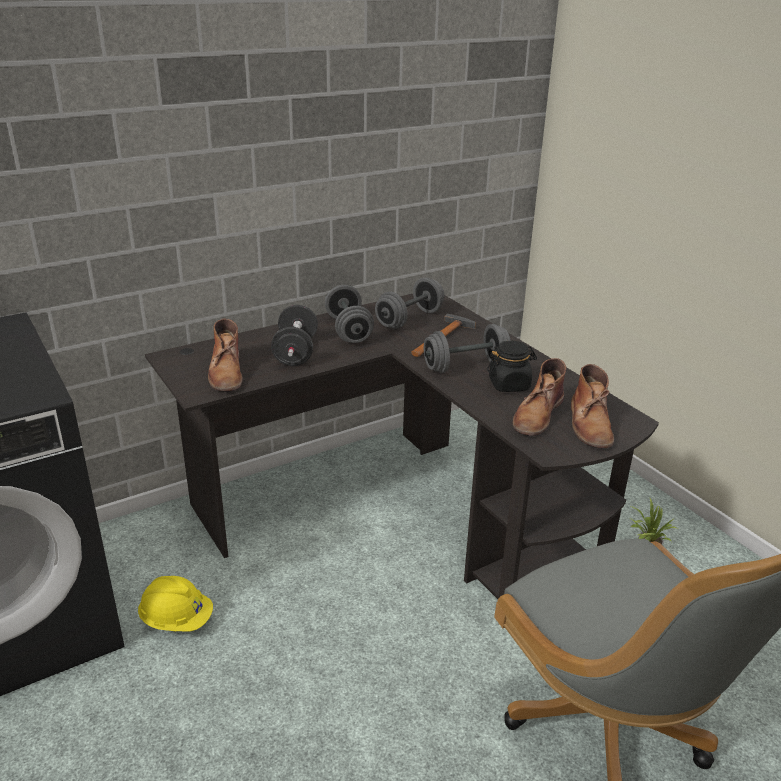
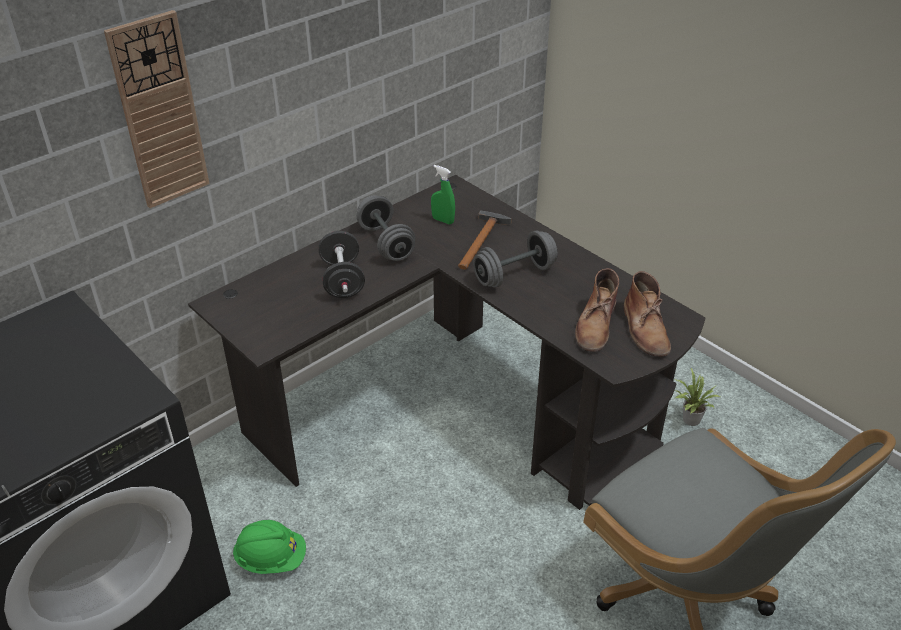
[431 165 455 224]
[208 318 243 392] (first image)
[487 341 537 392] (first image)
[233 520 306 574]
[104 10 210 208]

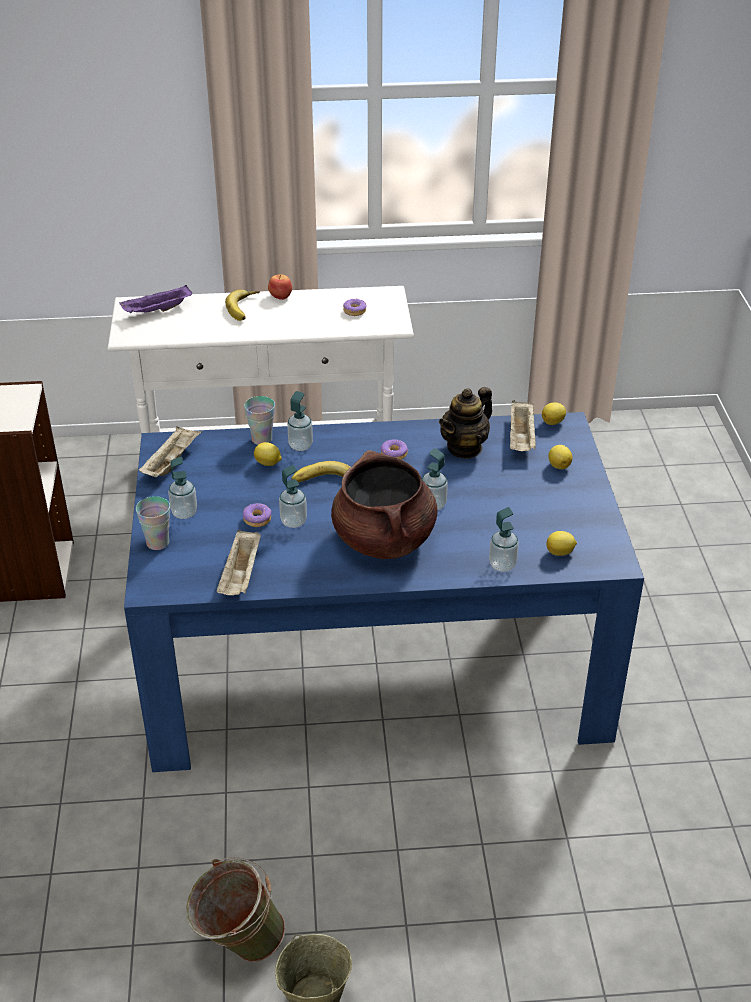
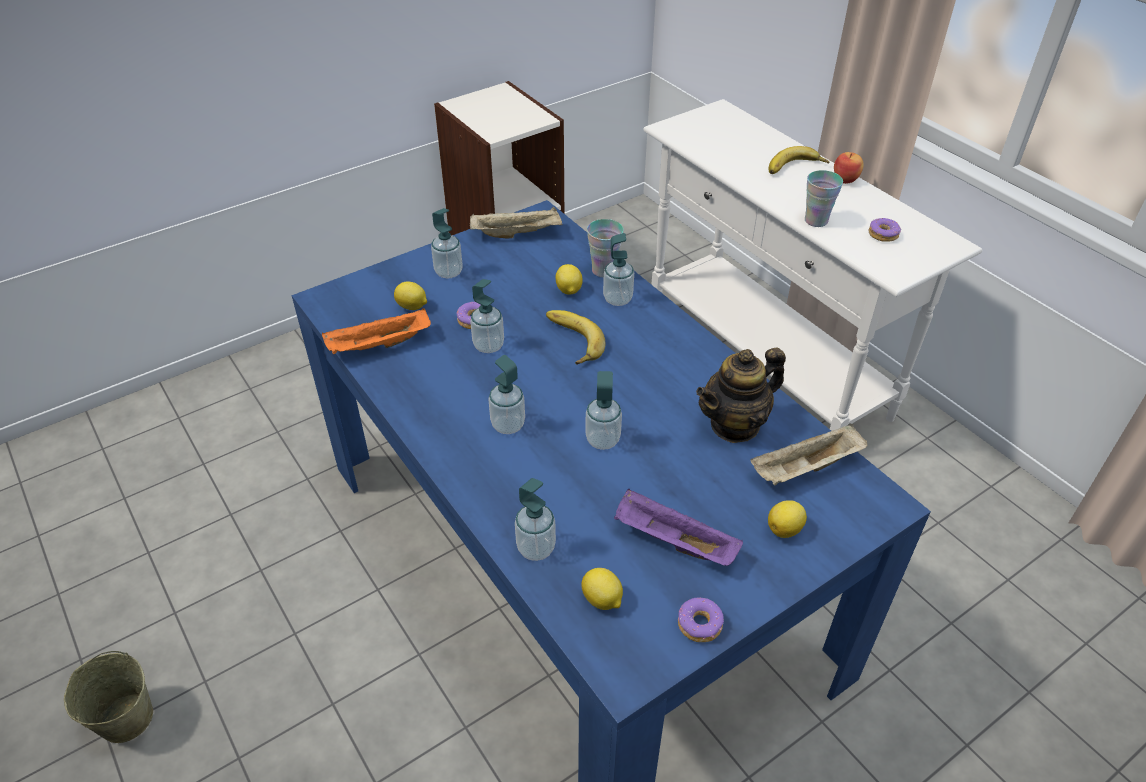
[614 489 743 566]
[696 348 786 443]
[394 282 427 310]
[678 597 724 642]
[488 355 525 434]
[805 170 843 227]
[322 308 431 354]
[186 857 285 962] (first image)

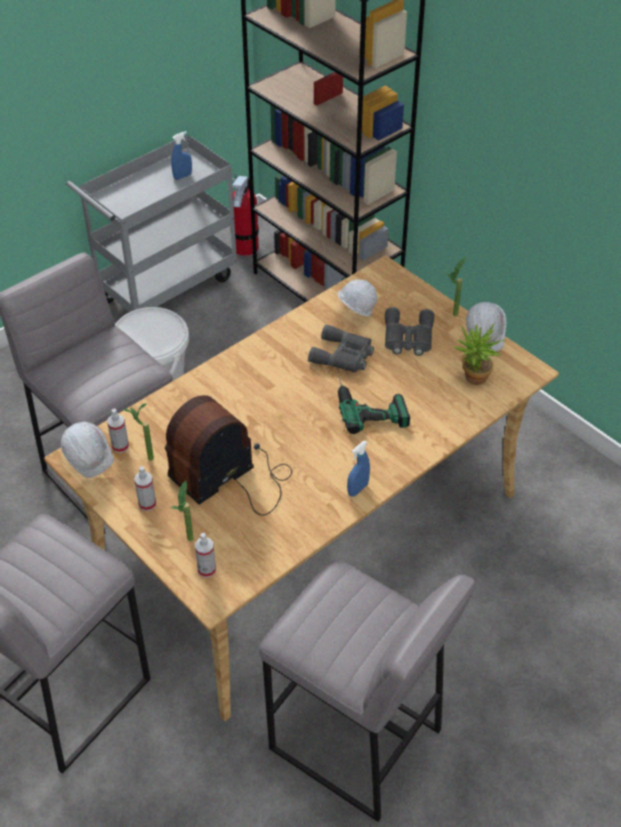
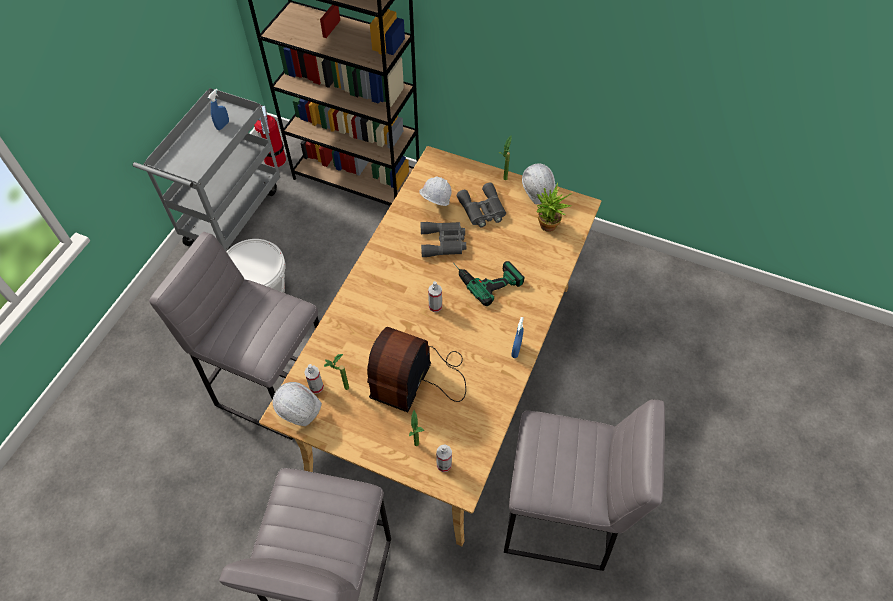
[428 281 442 312]

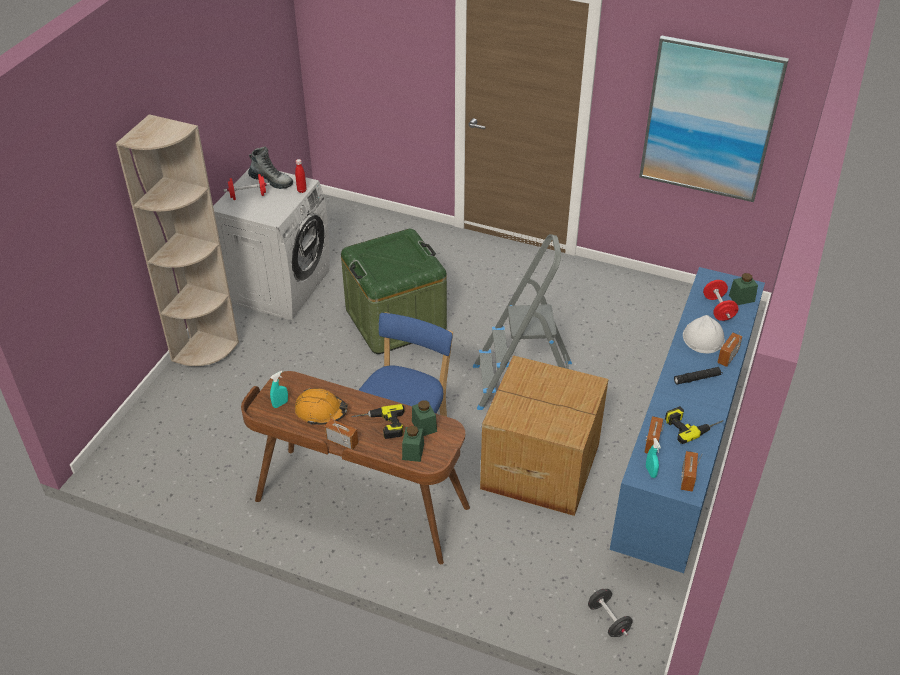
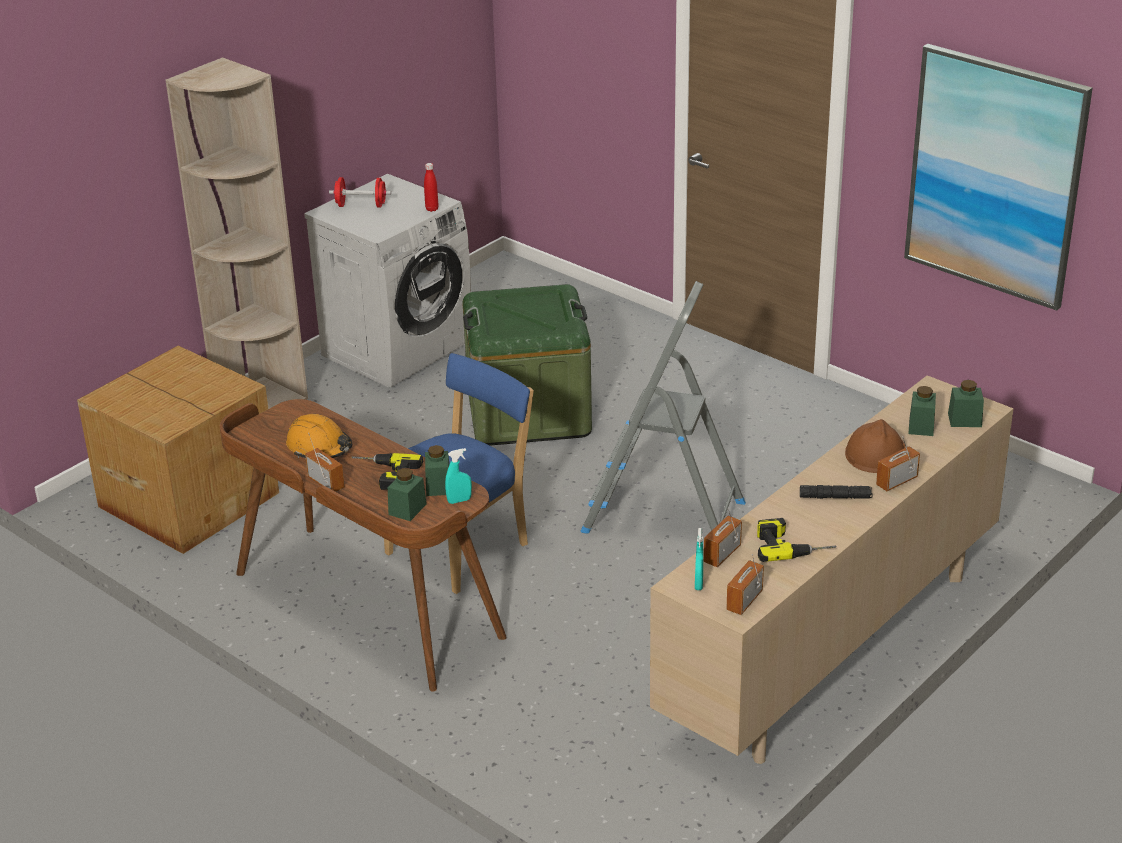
[248 147 293 189] (first image)
[650 375 1014 764]
[908 386 936 436]
[845 419 905 473]
[77 346 279 554]
[445 448 472 504]
[588 589 633 637] (first image)

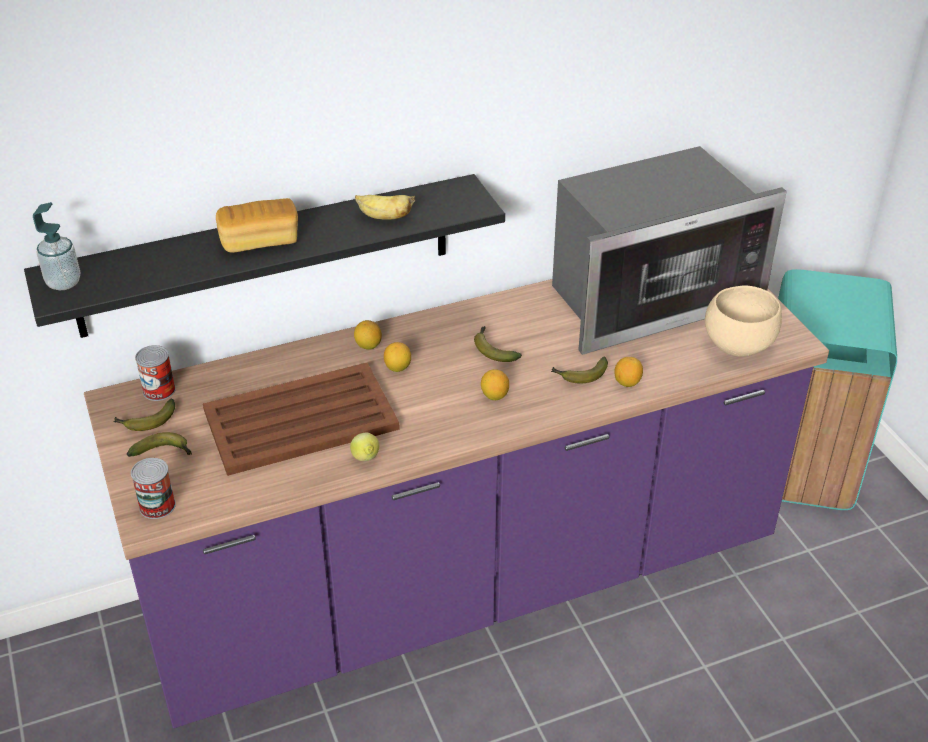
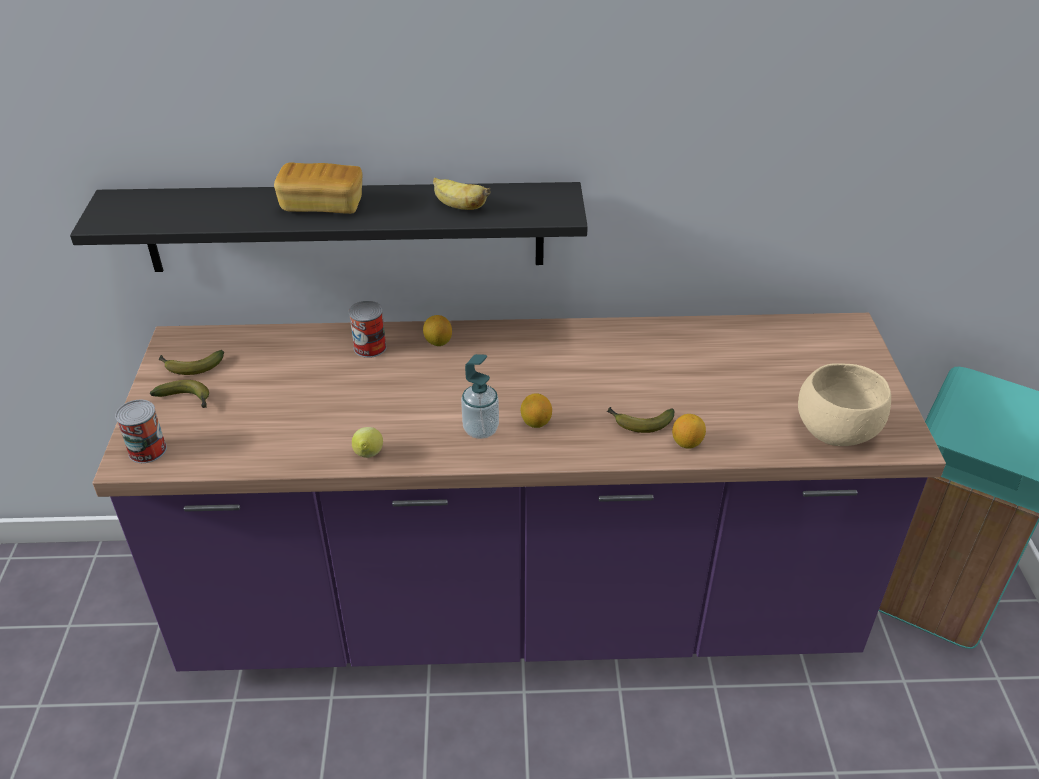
[552 146 787 355] (first image)
[461 354 499 439]
[474 326 522 362] (first image)
[384 342 411 372] (first image)
[349 301 387 358]
[203 363 400 476] (first image)

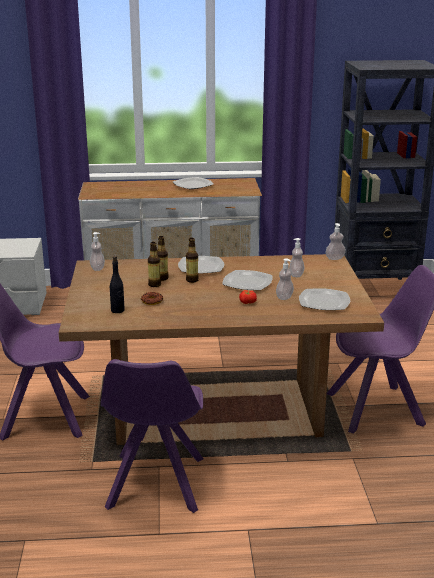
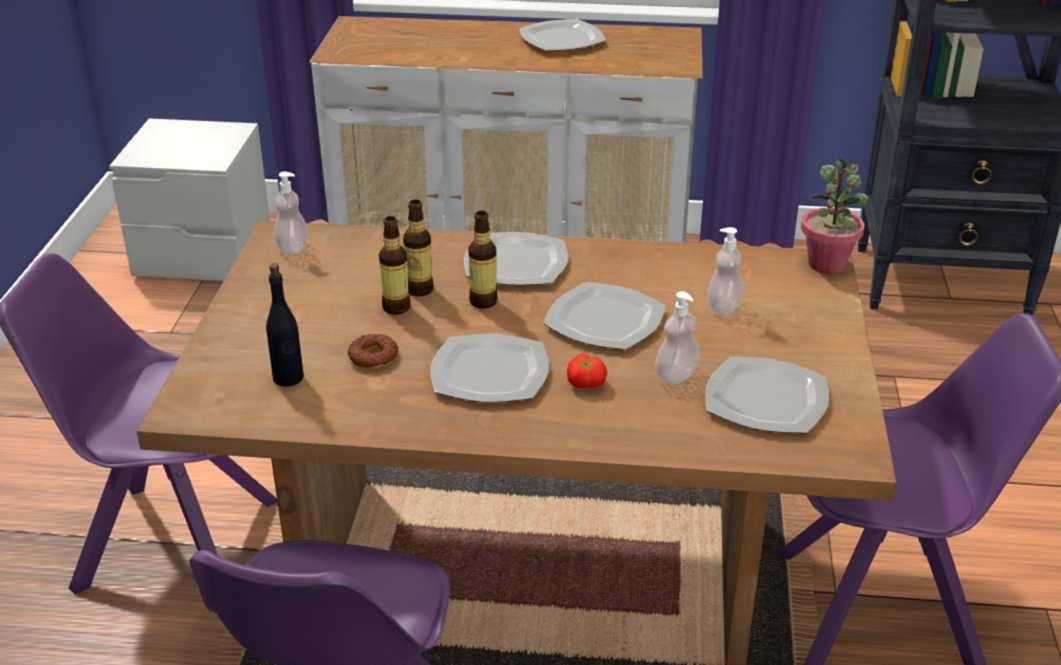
[801 158 868 274]
[430 334 549 402]

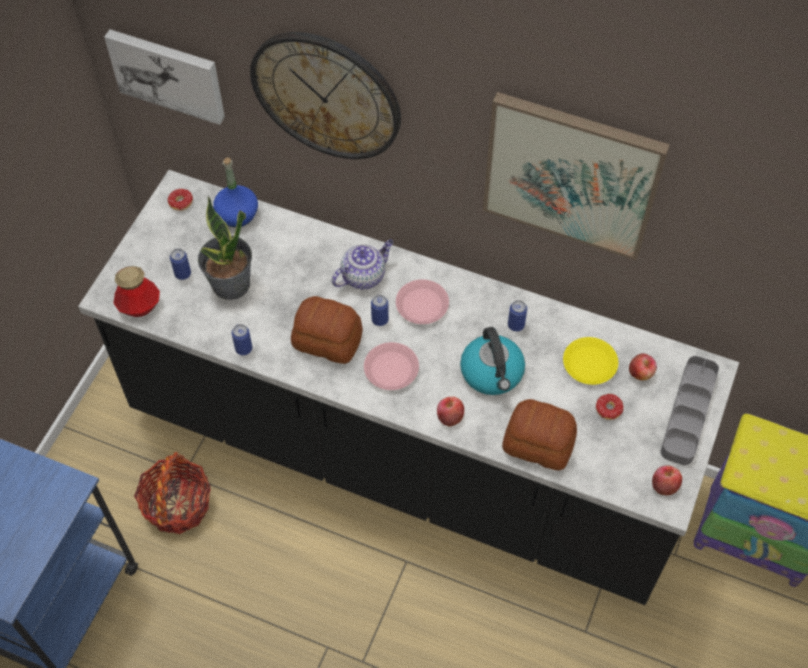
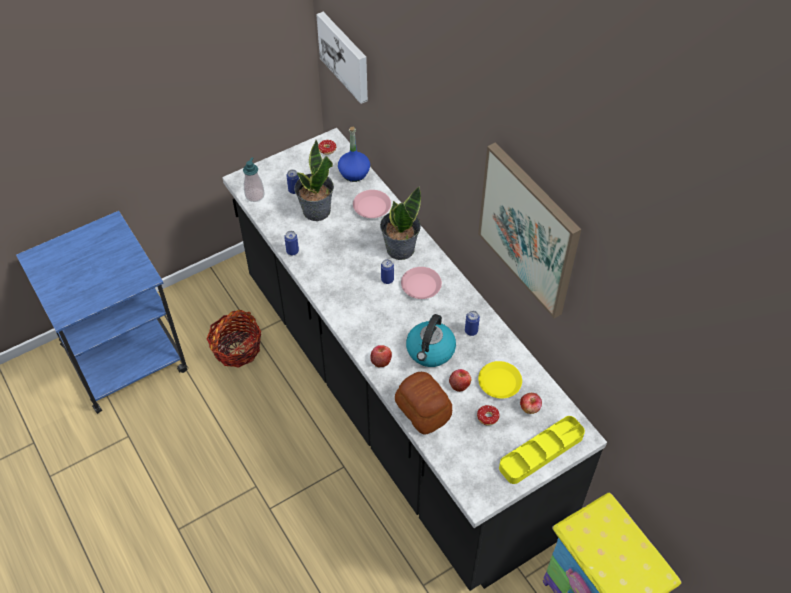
[250 32 401 159] (first image)
[380 186 421 260]
[243 157 265 202]
[291 296 363 364] (first image)
[353 190 391 218]
[499 416 585 484]
[449 369 471 392]

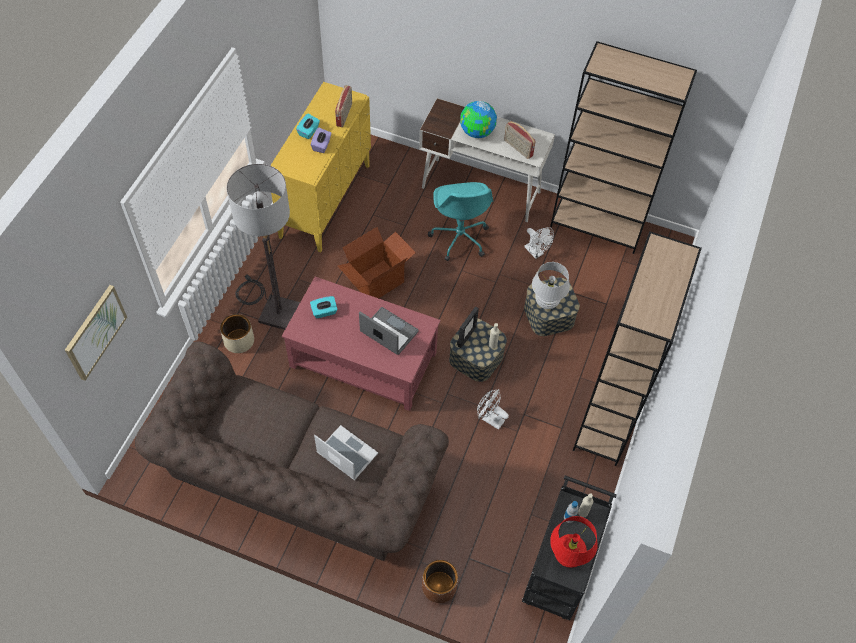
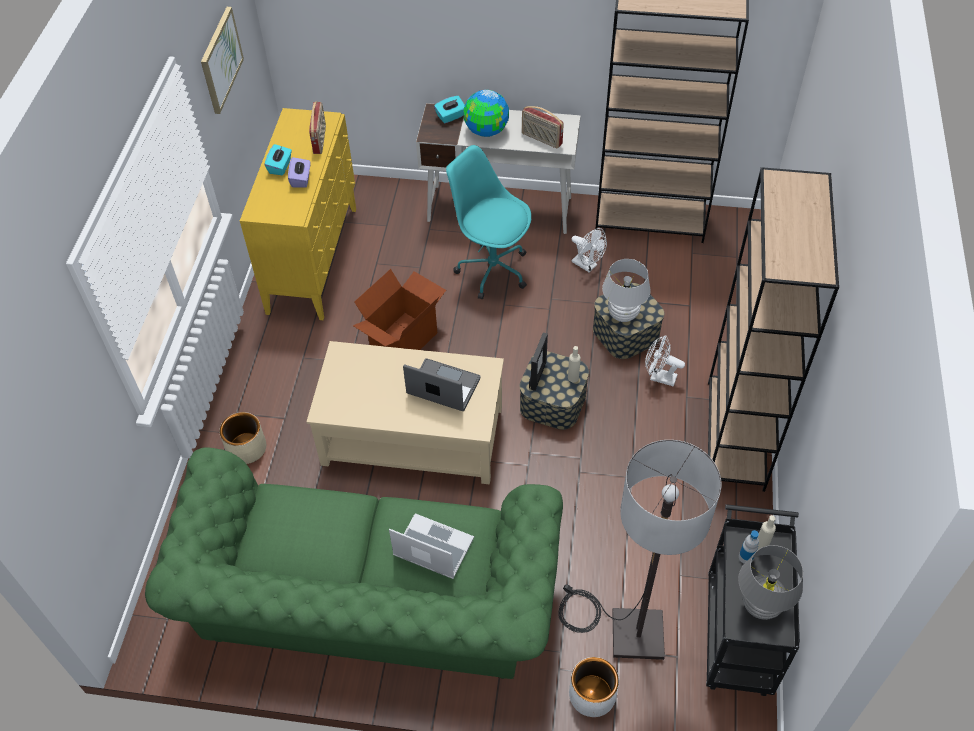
[558 440 721 660]
[446 145 531 300]
[307 341 504 484]
[201 7 244 114]
[434 96 465 123]
[145 448 563 679]
[645 335 685 386]
[738 545 803 620]
[569 657 619 717]

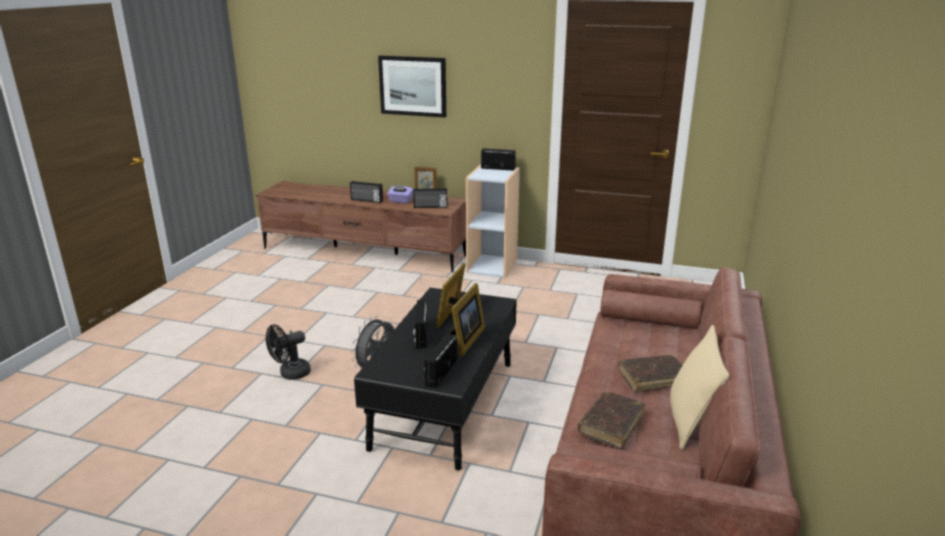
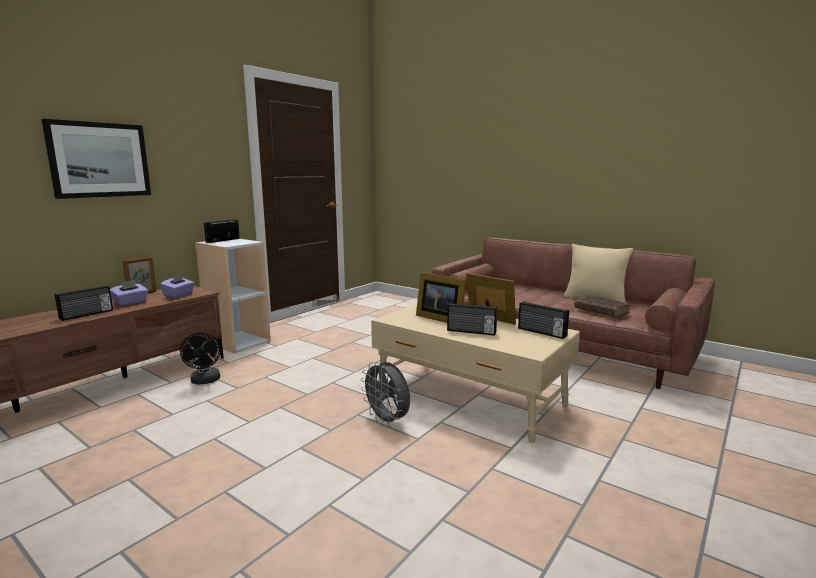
[160 273 194 298]
[371 304 580 443]
[180 333 221 385]
[618 355 683 392] (first image)

